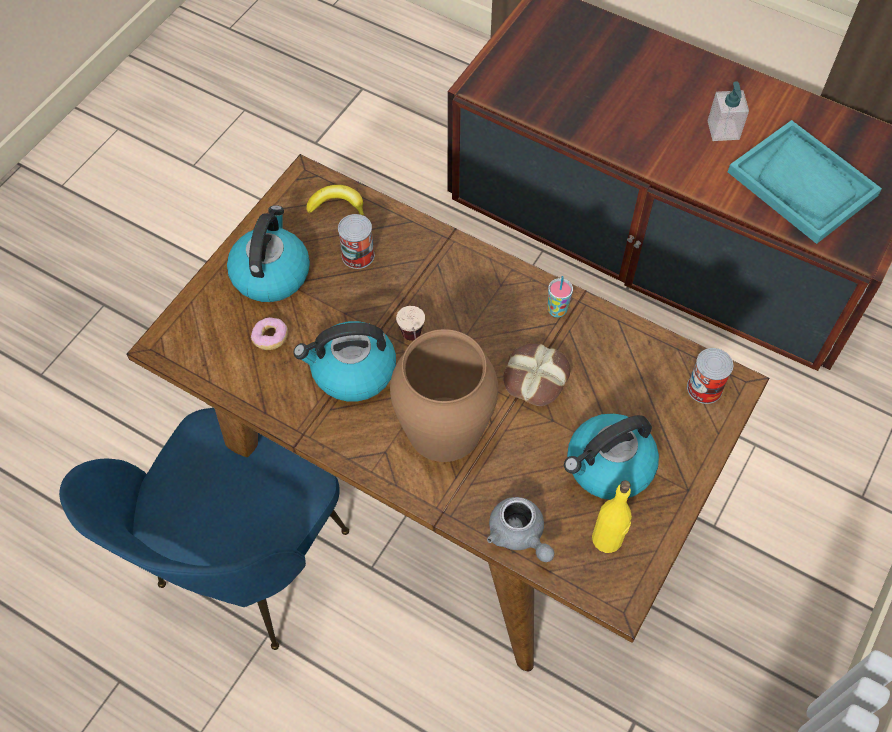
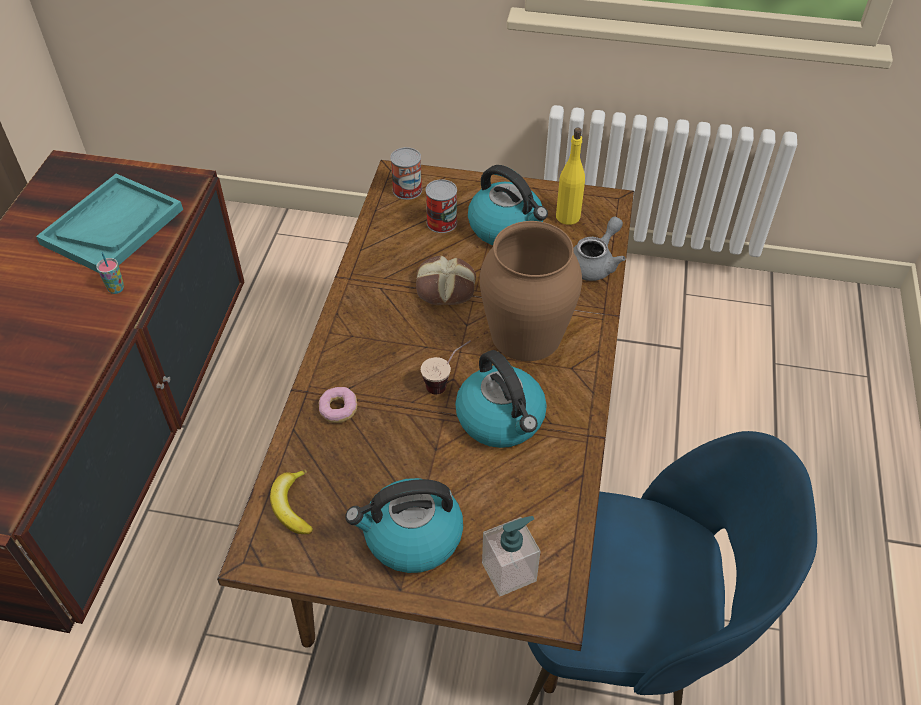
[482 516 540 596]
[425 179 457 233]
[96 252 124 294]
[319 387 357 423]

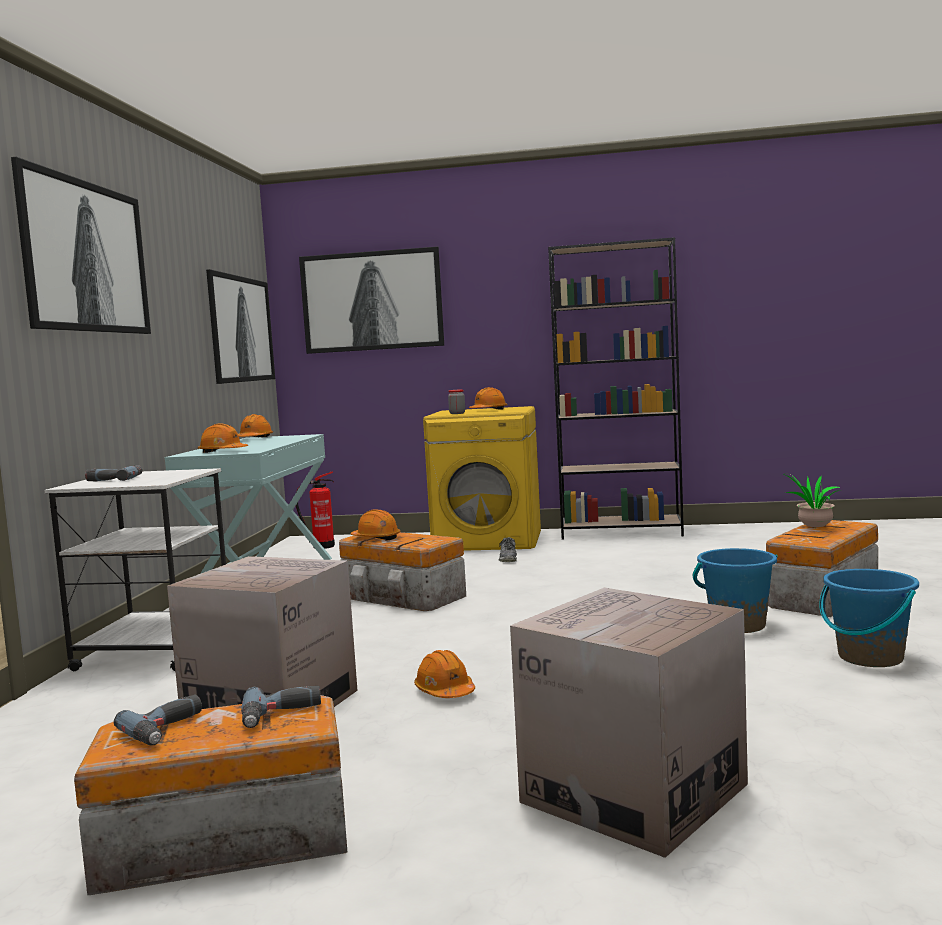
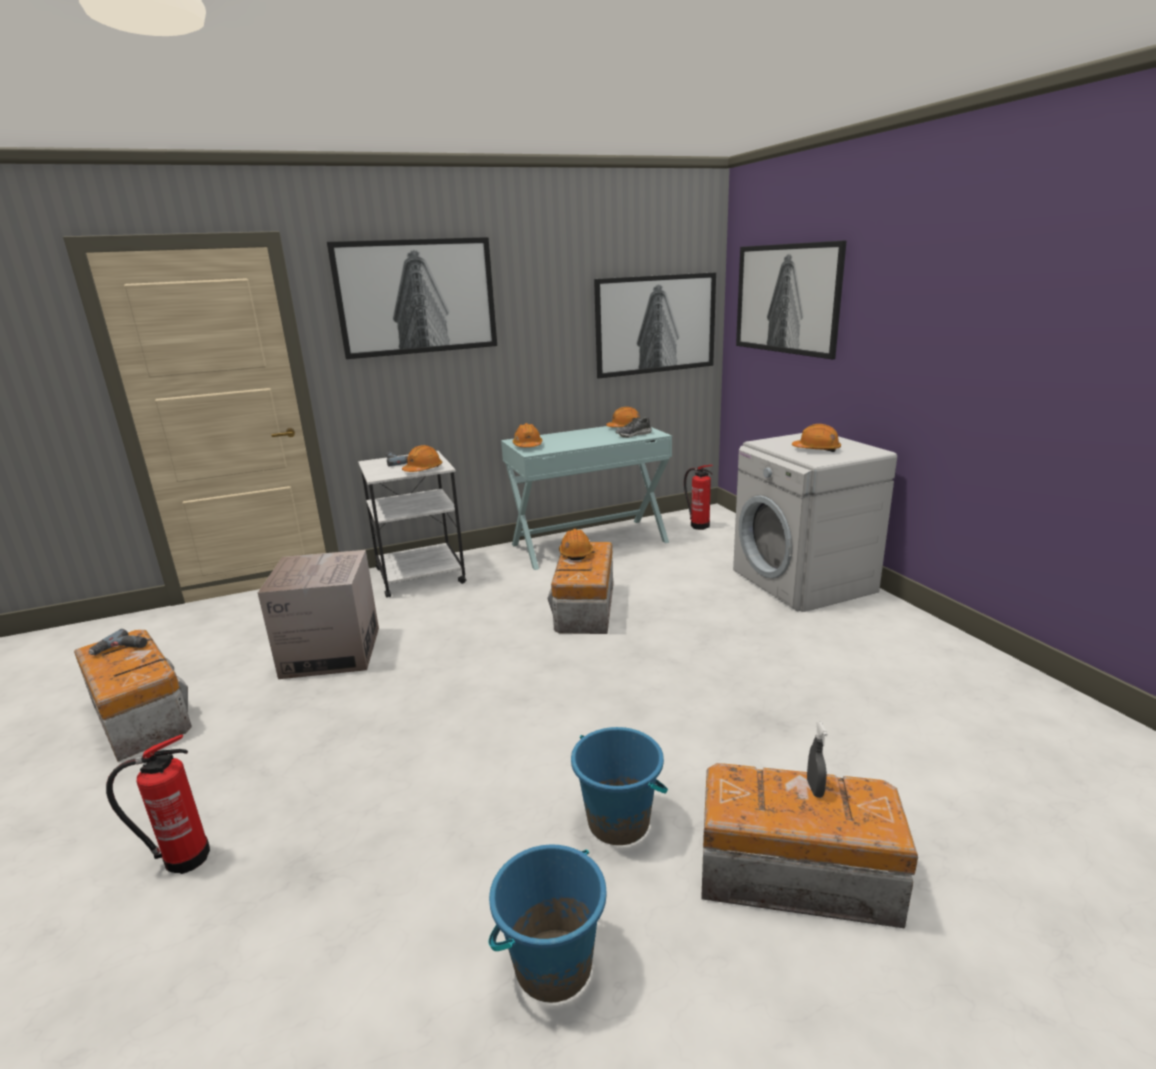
[548 237 684 540] (first image)
[448 390 465 414] (first image)
[733 433 897 612]
[807 722 828 798]
[616 417 652 438]
[106 735 210 874]
[402 445 443 472]
[241 686 321 728] (first image)

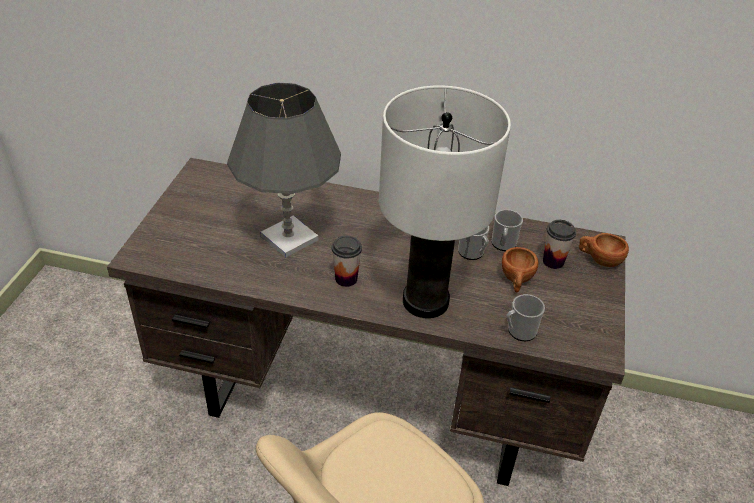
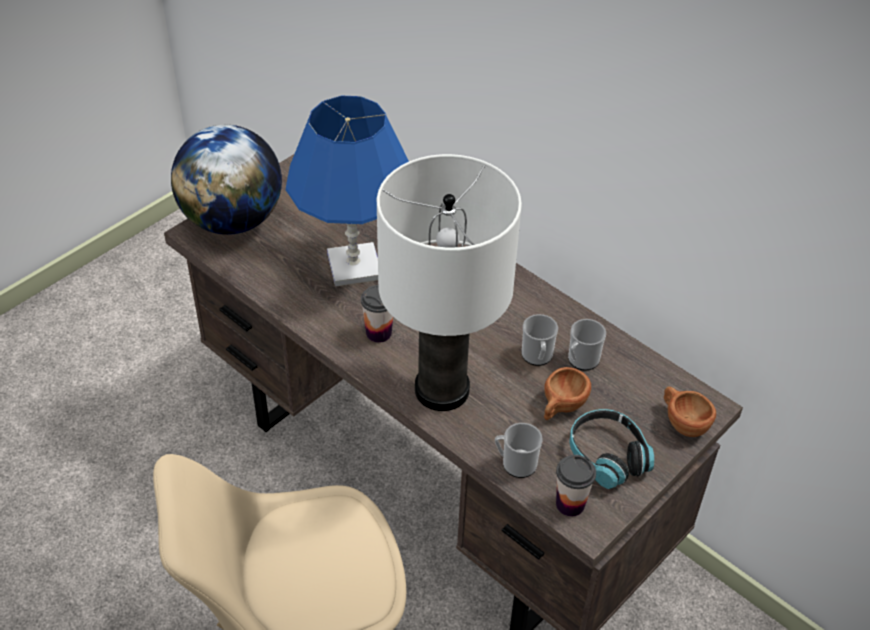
[286 96 409 287]
[556 455 596 517]
[171 125 282 235]
[569 409 654 489]

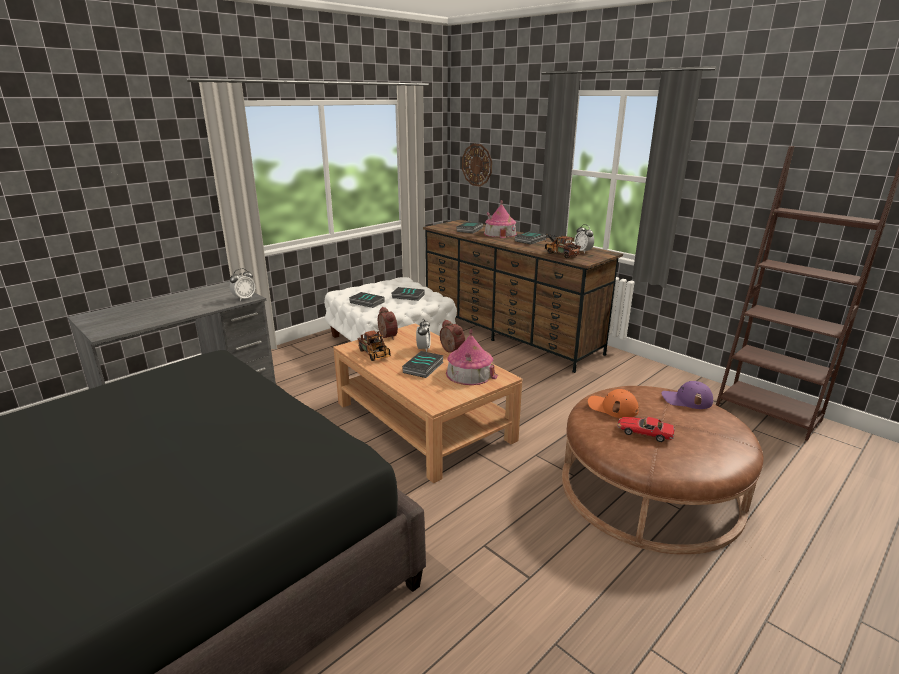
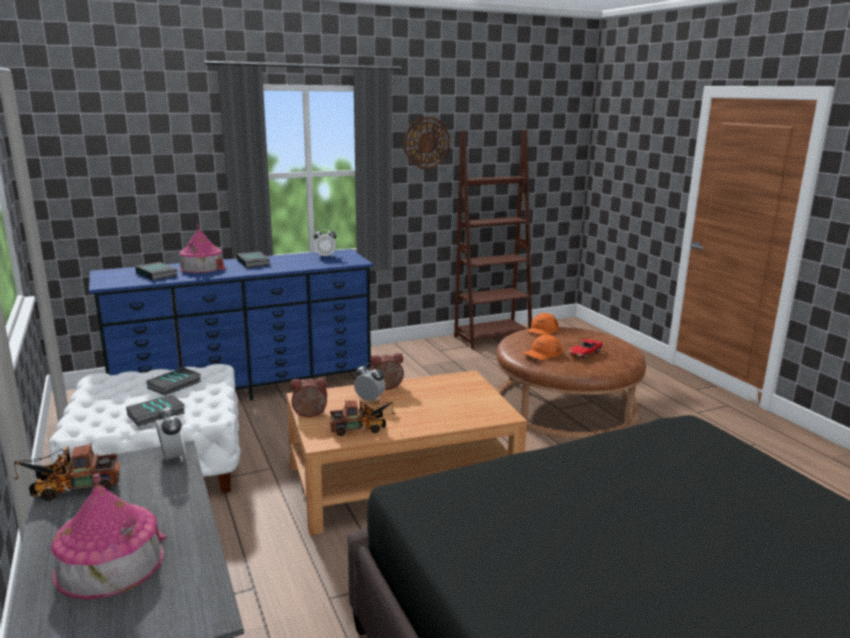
[404 117 450 169]
[89 249 374 401]
[14 442 120 501]
[51 473 167 599]
[402 351 444 378] (first image)
[527 313 559 335]

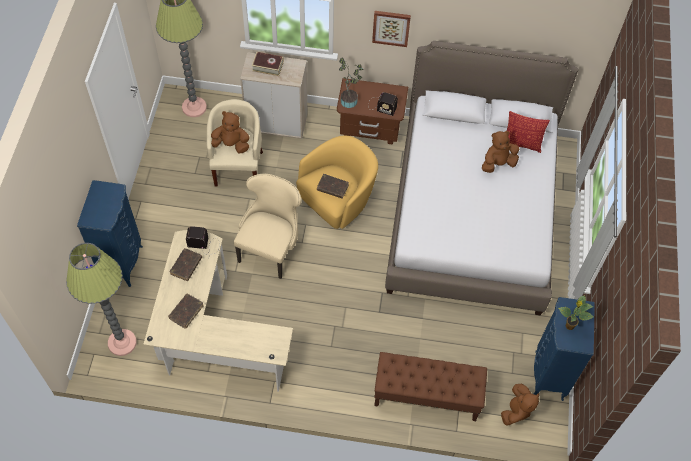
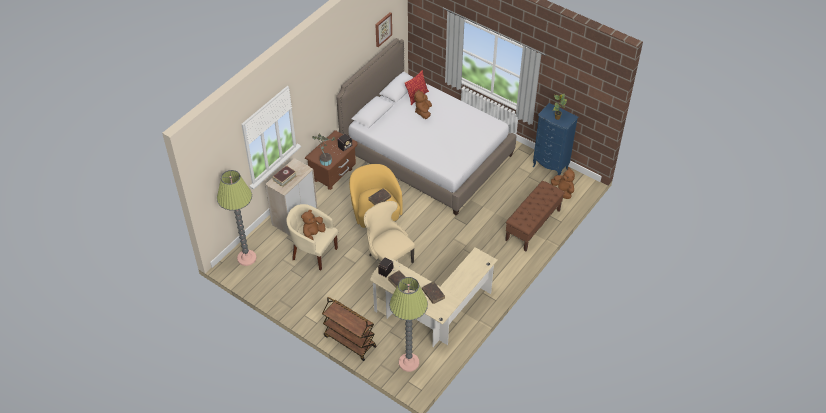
[375 12 392 47]
[322 297 377 361]

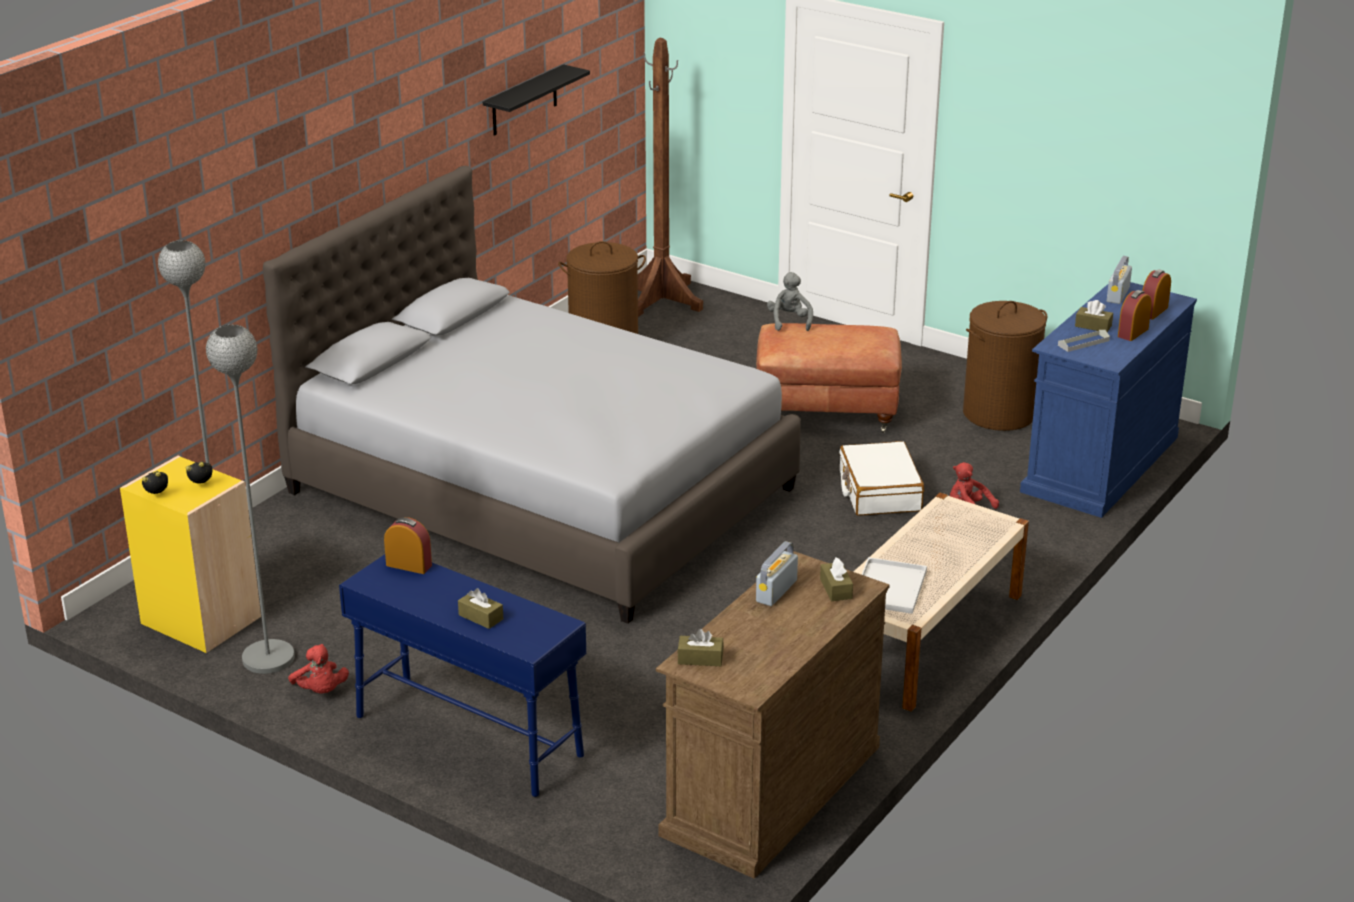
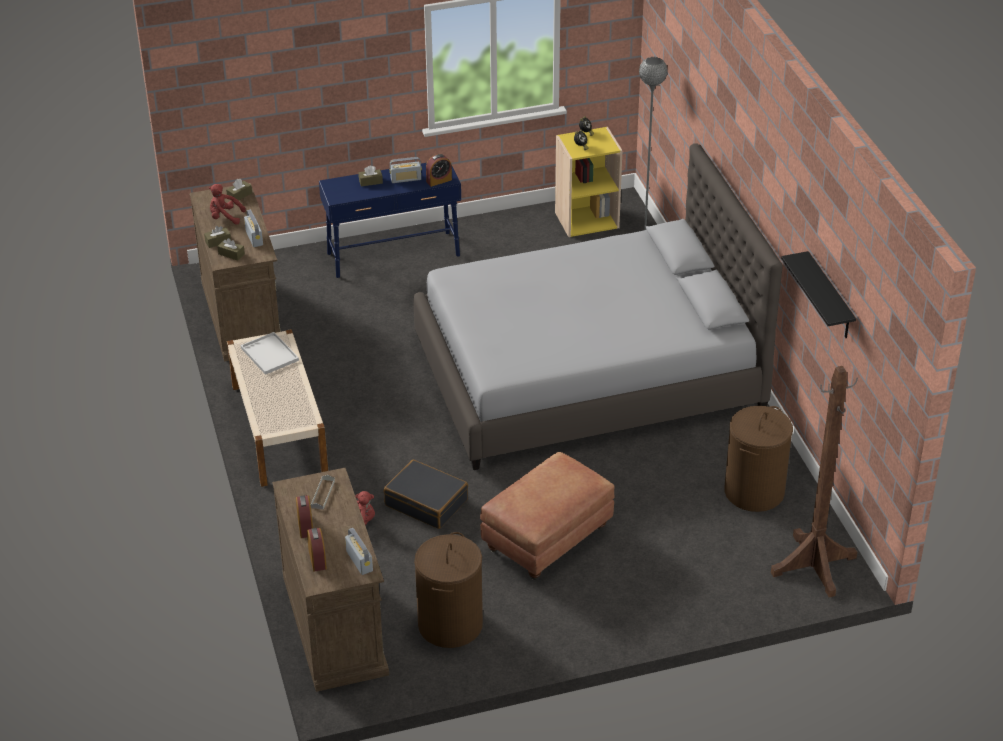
[767 272 813 331] (first image)
[272 468 389 692]
[204 226 231 248]
[206 324 295 674] (first image)
[384 459 468 529]
[209 184 246 225]
[390 157 422 183]

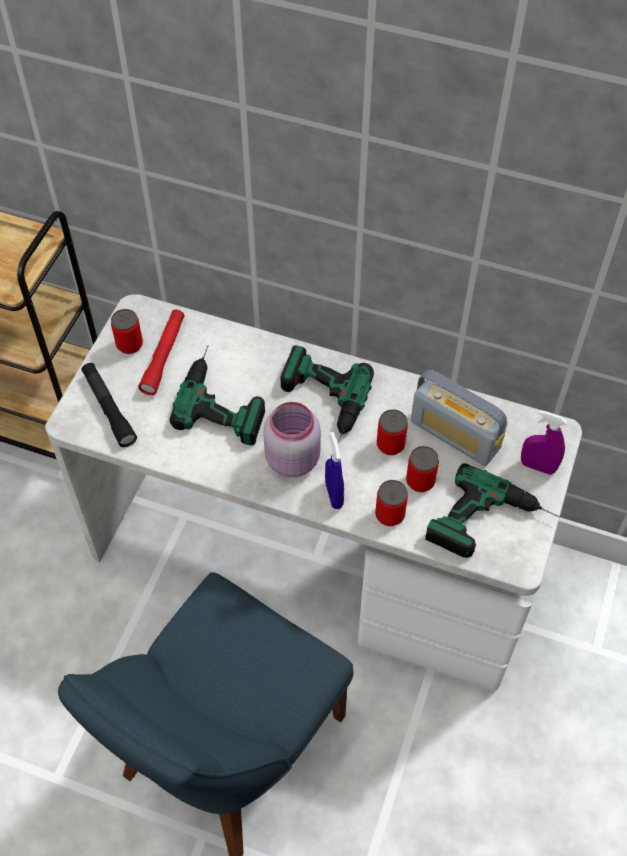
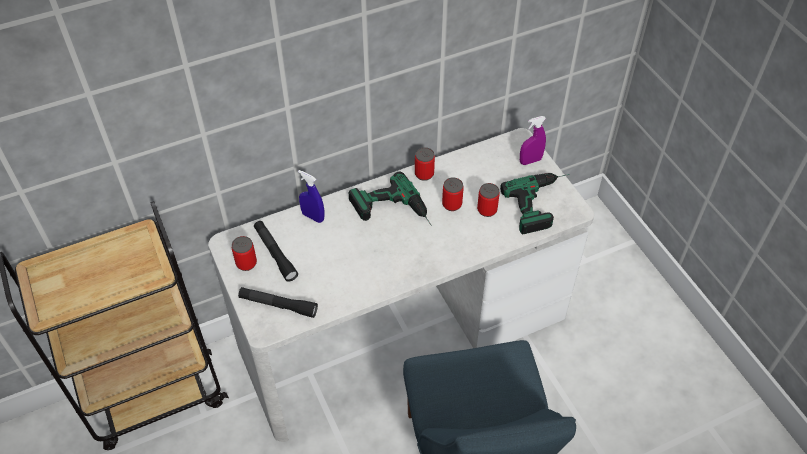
[254 221 298 282]
[169 345 265 445] (first image)
[411 369 508 466] (first image)
[263 402 321 477] (first image)
[298 170 324 223]
[415 147 435 181]

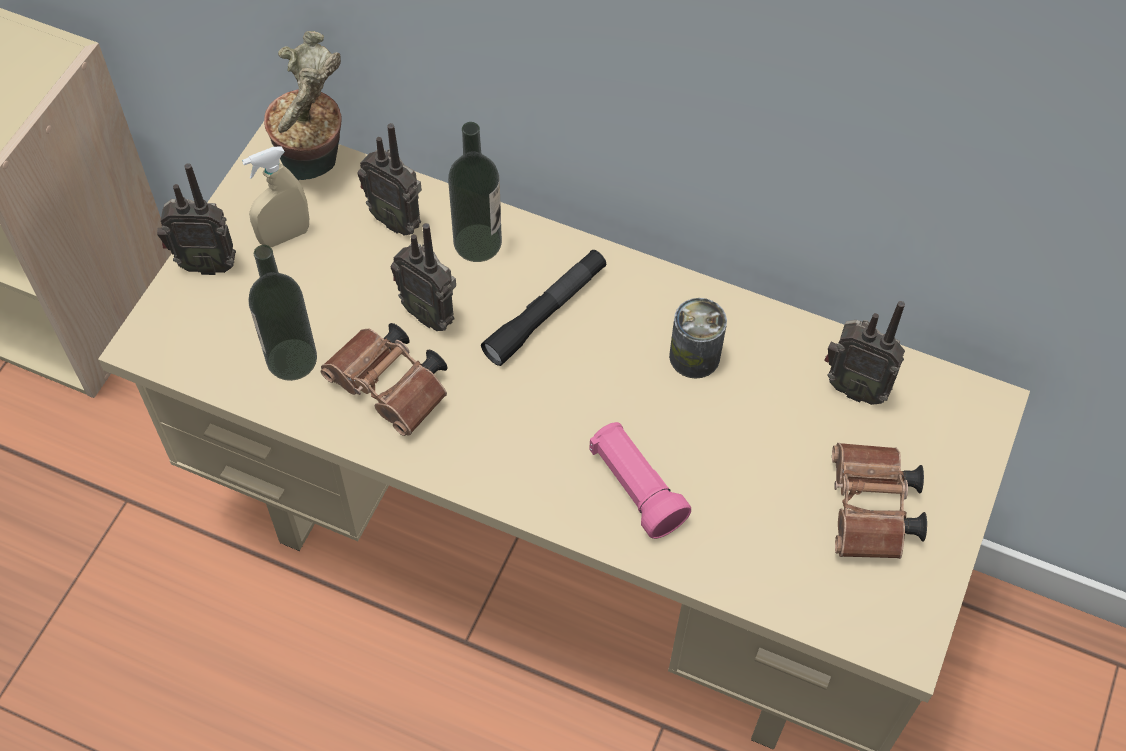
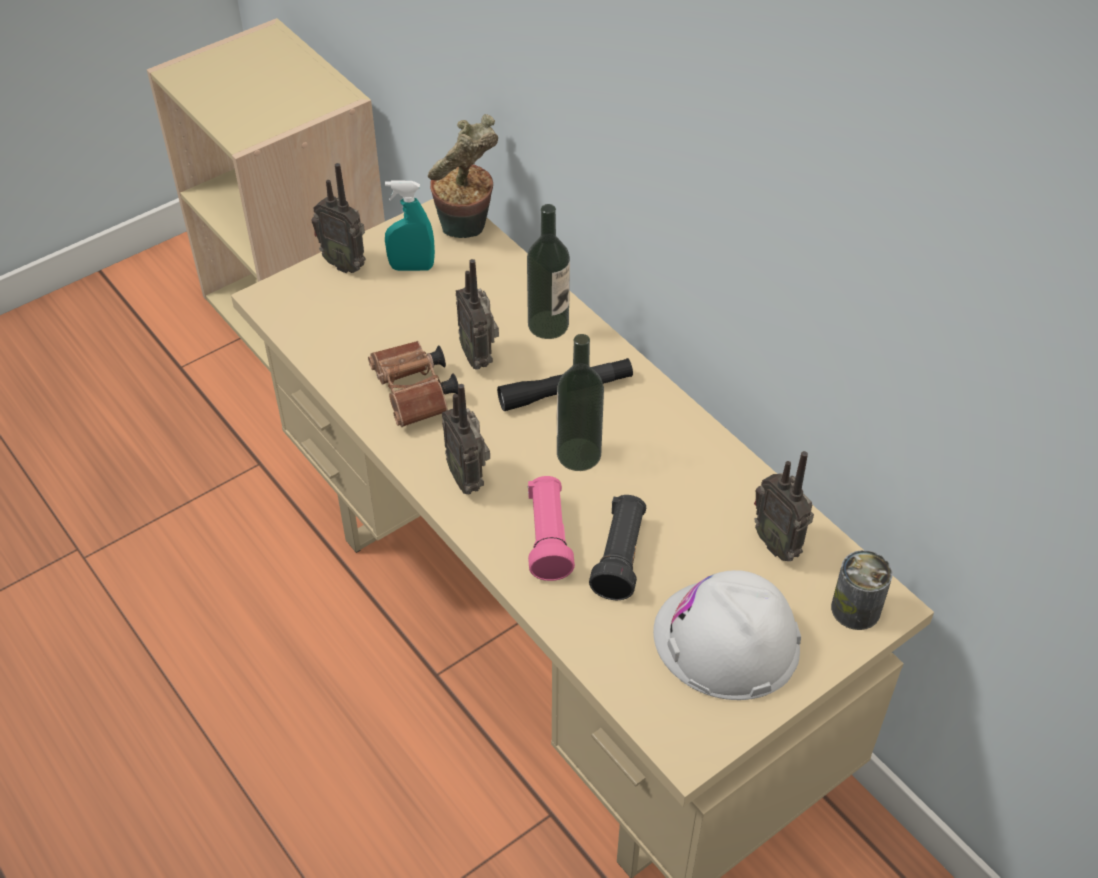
[442 384 490 494]
[385 180 435 271]
[557 334 604 471]
[831 550 893 630]
[653 570 801 700]
[589 495 646 600]

